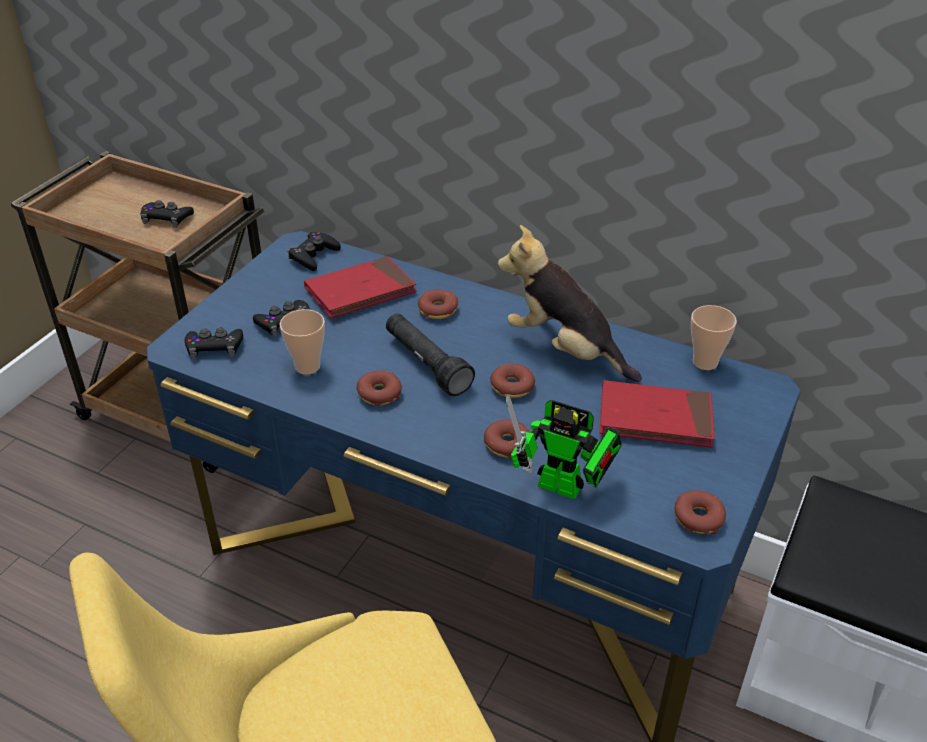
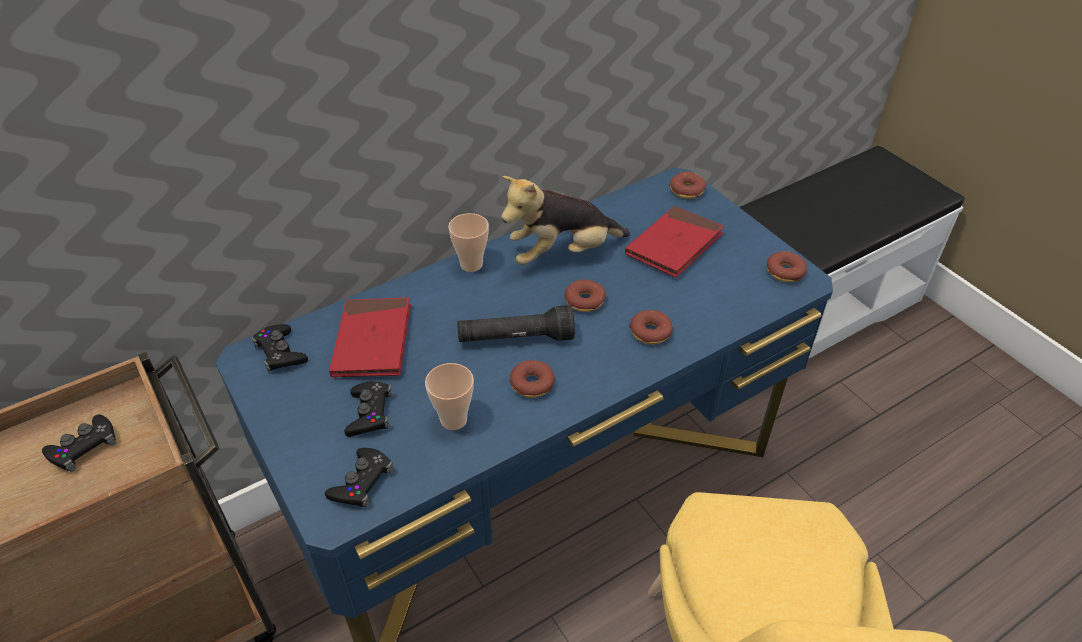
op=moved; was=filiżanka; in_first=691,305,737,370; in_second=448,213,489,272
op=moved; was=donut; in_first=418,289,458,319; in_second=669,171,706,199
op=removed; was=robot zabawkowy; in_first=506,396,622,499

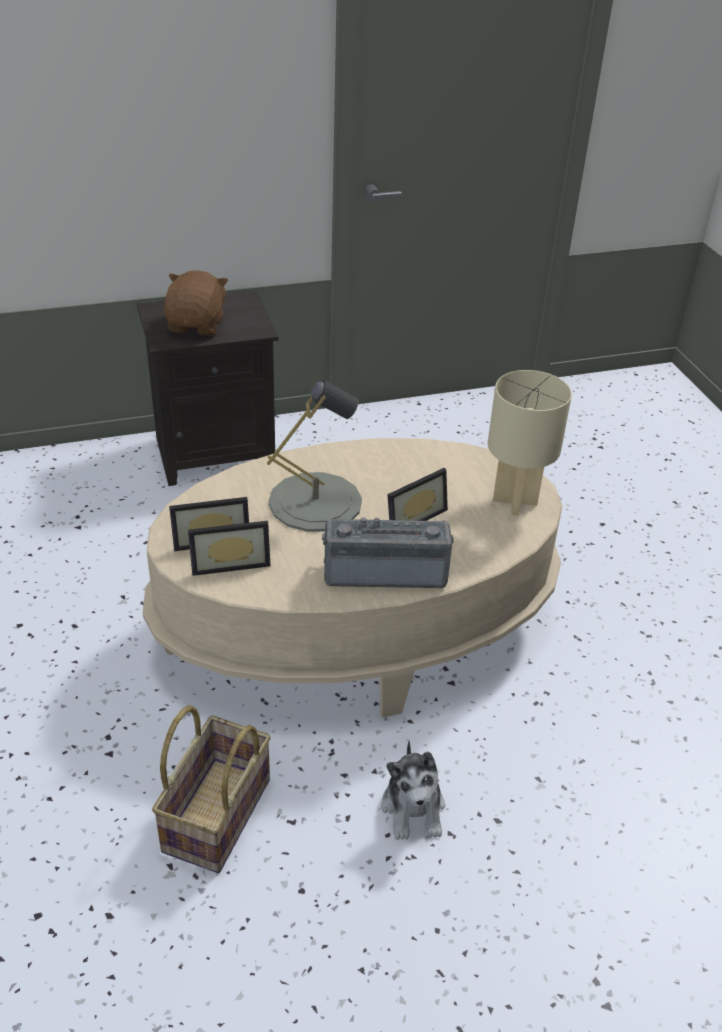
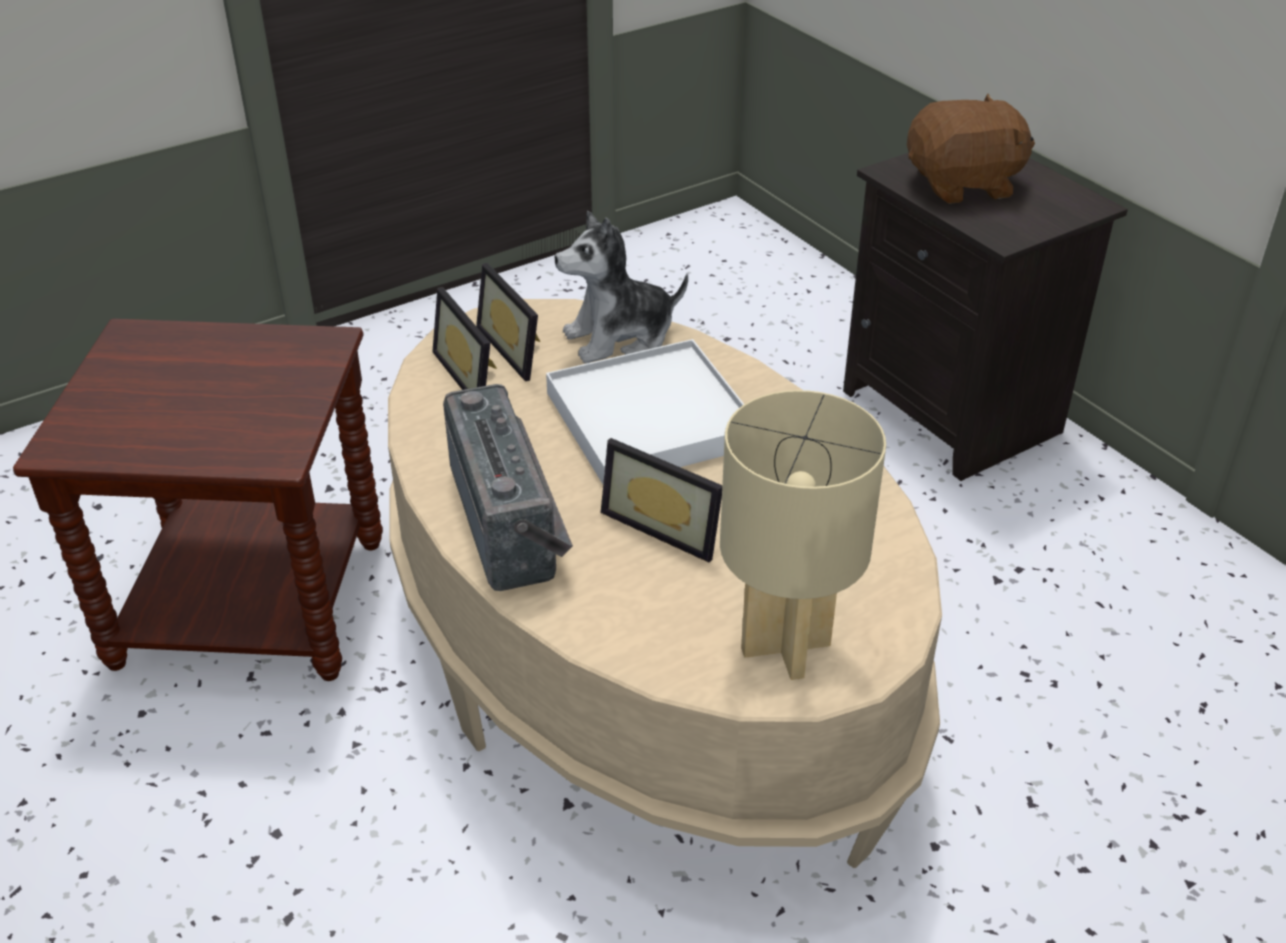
op=replaced; was=koszyk; now=stolik [brązowy]; in_first=152,705,271,873; in_second=13,319,383,681
op=replaced; was=lampa stołowa [szary]; now=taca [biały]; in_first=267,380,362,532; in_second=546,339,744,484
op=moved; was=pluszak; in_first=382,741,445,840; in_second=554,211,688,363

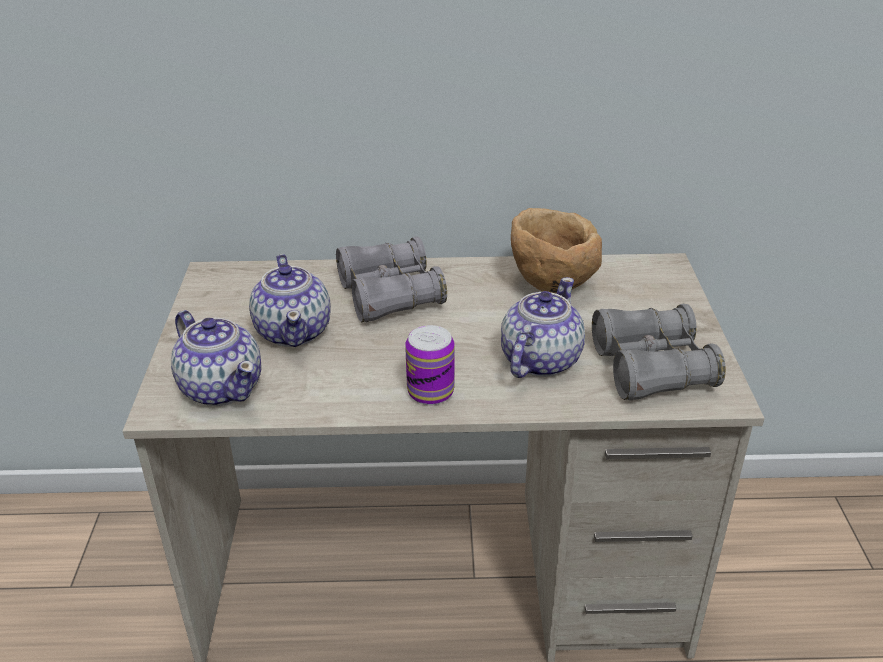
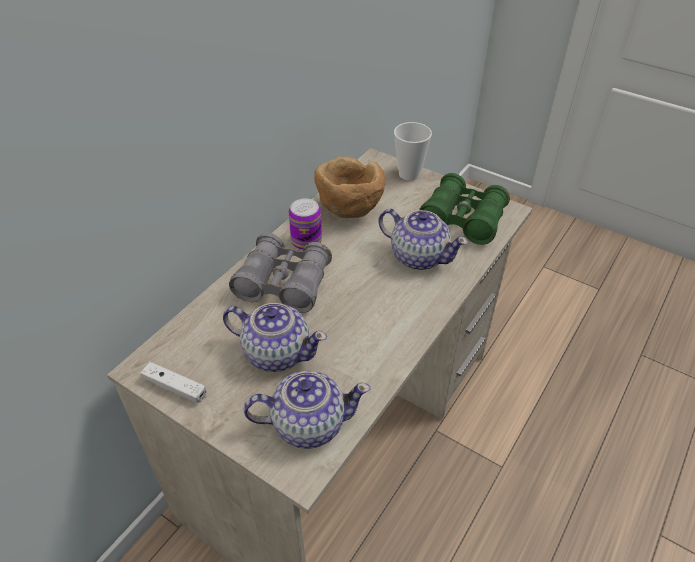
op=added; now=pad do gier [biały]; in_second=140,362,207,403
op=moved; was=puszka; in_first=405,325,454,405; in_second=289,198,322,250
op=turned; was=imbryk; in_first=501,277,585,378; in_second=379,208,468,270; clockwise=150
op=added; now=filiżanka; in_second=394,122,432,181
op=recoloured; was=lornetka [szary]; now=lornetka [zielony]; in_first=592,304,726,401; in_second=419,173,510,245

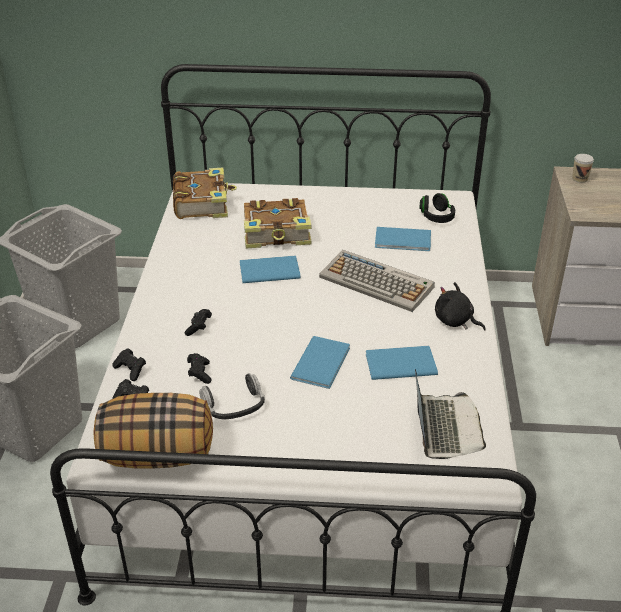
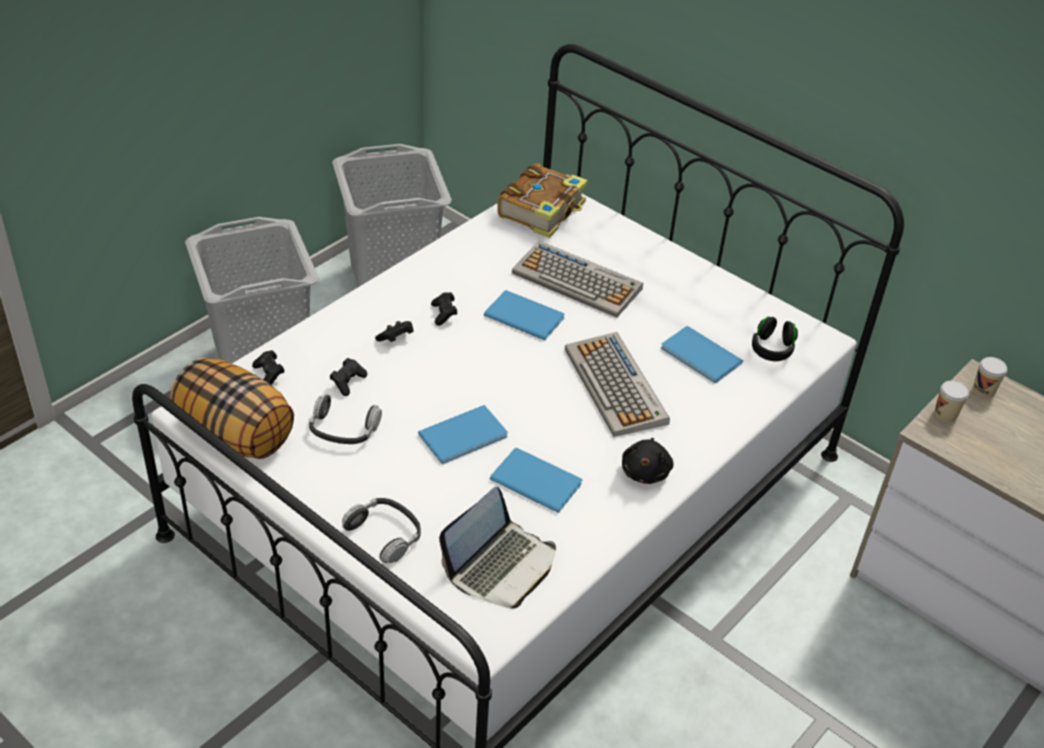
op=added; now=słuchawki; in_second=342,498,421,563
op=moved; was=pad do gier [czarny]; in_first=113,348,146,381; in_second=431,292,458,326
op=replaced; was=książka; now=klawiatura; in_first=244,198,311,248; in_second=512,241,643,318
op=turned; was=pluszak [czarny]; in_first=435,282,486,331; in_second=622,438,674,484; clockwise=-150
op=added; now=filiżanka; in_second=934,381,969,422

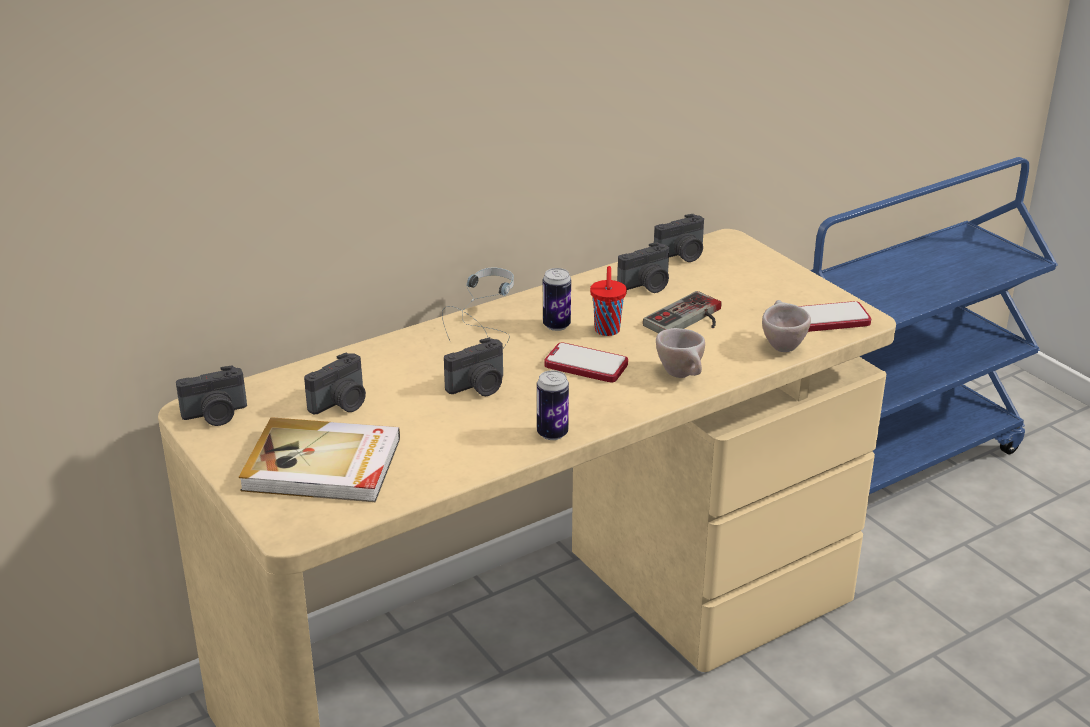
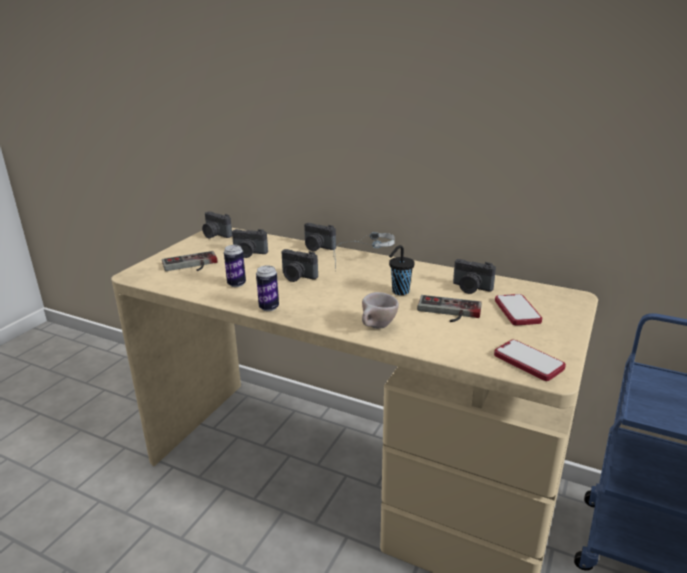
op=replaced; was=książka; now=pad do gier; in_first=239,417,400,502; in_second=162,251,218,271
op=moved; was=puszka; in_first=543,268,571,331; in_second=224,245,246,287
op=moved; was=aparat fotograficzny; in_first=654,214,704,262; in_second=304,223,336,251
op=recoloured; was=filiżanka [czerwony]; now=filiżanka [czarny]; in_first=590,266,627,336; in_second=389,245,415,295
op=moved; was=telefon; in_first=544,342,628,383; in_second=495,294,542,325
op=removed; was=filiżanka [beżowy]; in_first=762,300,811,352

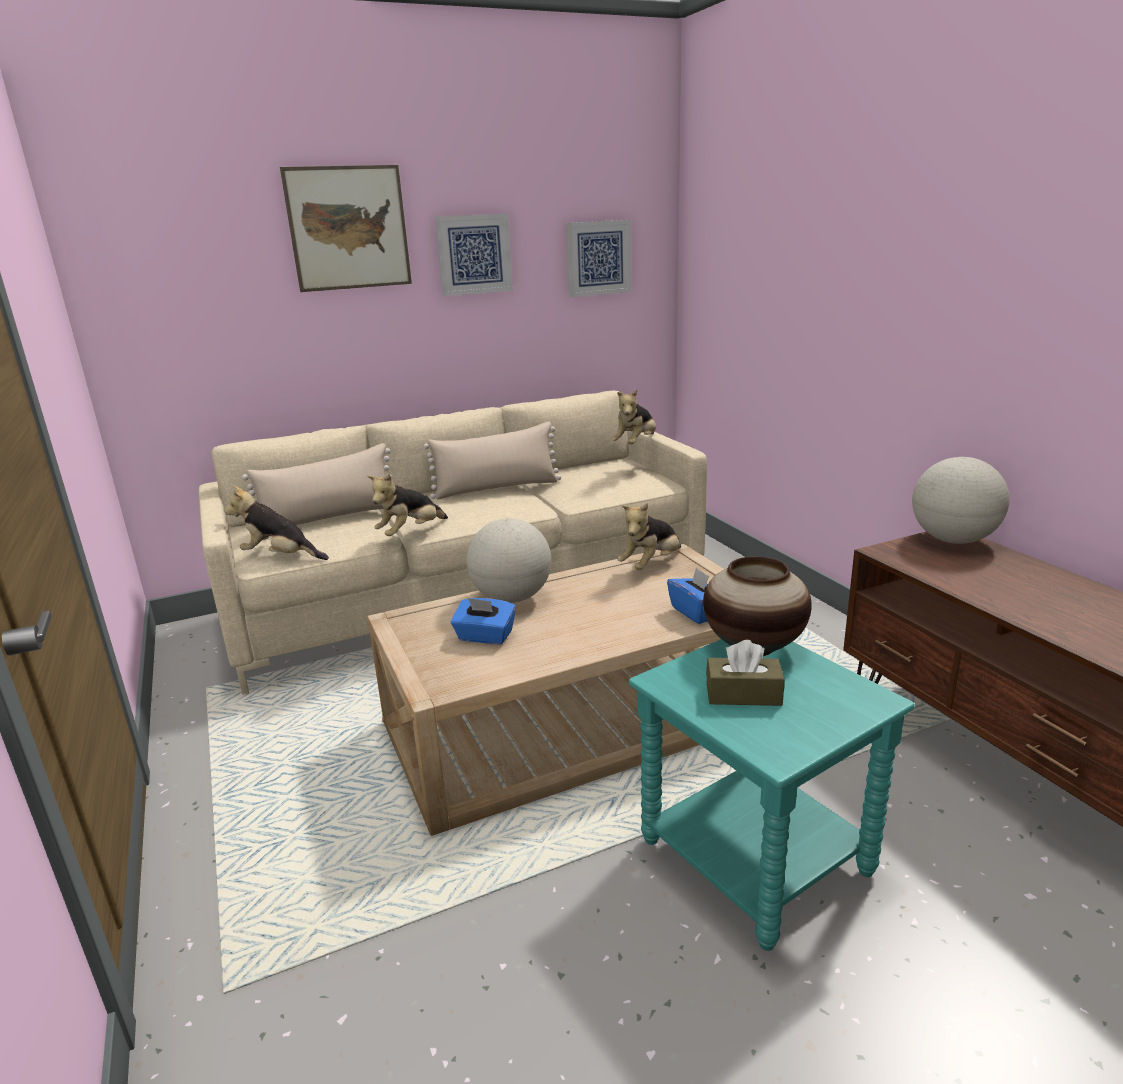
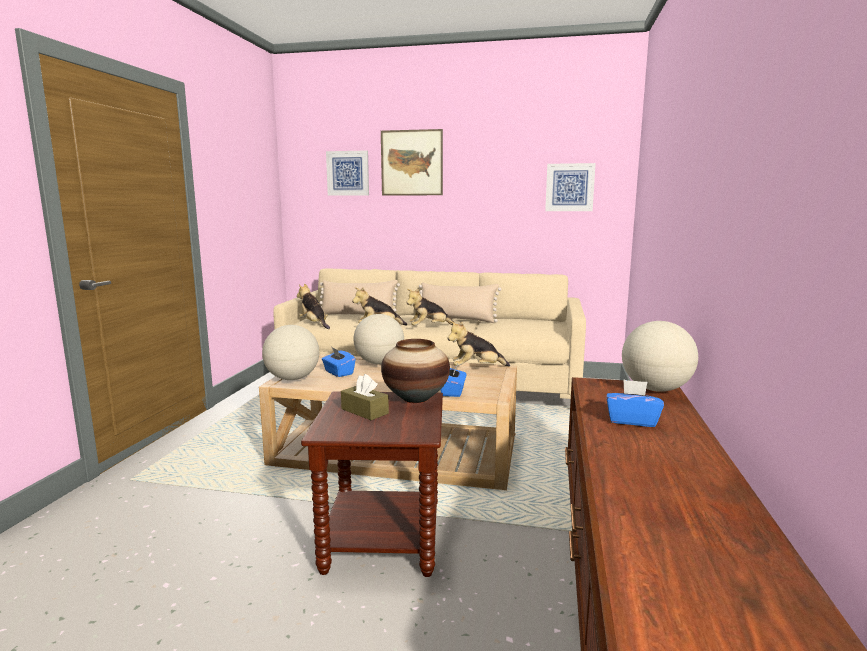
op=added; now=globus; in_second=262,325,319,380
op=recoloured; was=stolik [turkusowy]; now=stolik [brązowy]; in_first=629,639,915,951; in_second=301,391,443,577
op=moved; was=obraz; in_first=435,213,513,296; in_second=326,150,369,196
op=moved; was=pluszak; in_first=611,389,656,444; in_second=406,289,453,325
op=added; now=pudełko chusteczek [niebieski]; in_second=607,379,664,427

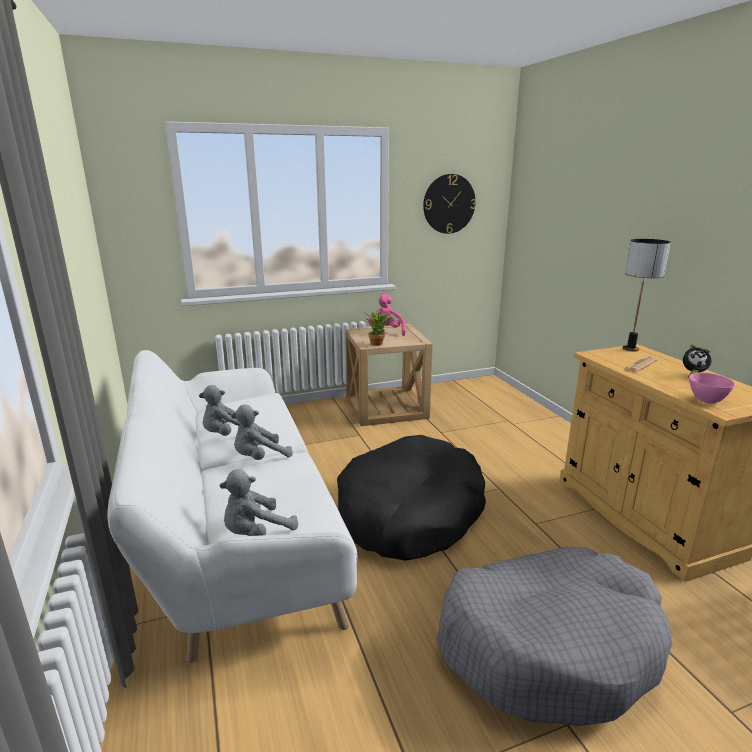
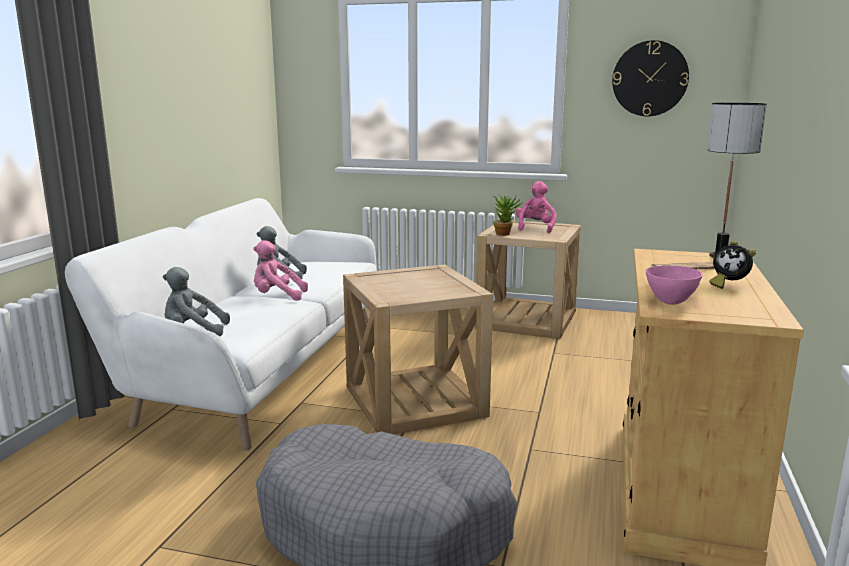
op=recoloured; was=pluszak [szary]; now=pluszak [różowy]; in_first=231,405,293,460; in_second=253,240,308,301
op=replaced; was=legowisko [czarny]; now=stolik [beżowy]; in_first=337,435,486,561; in_second=343,265,493,434

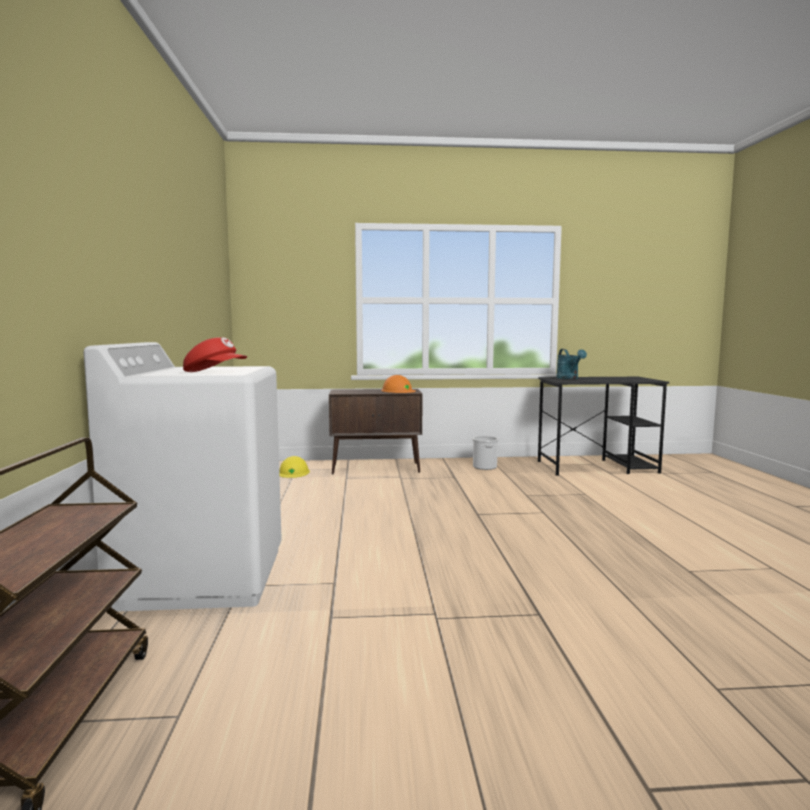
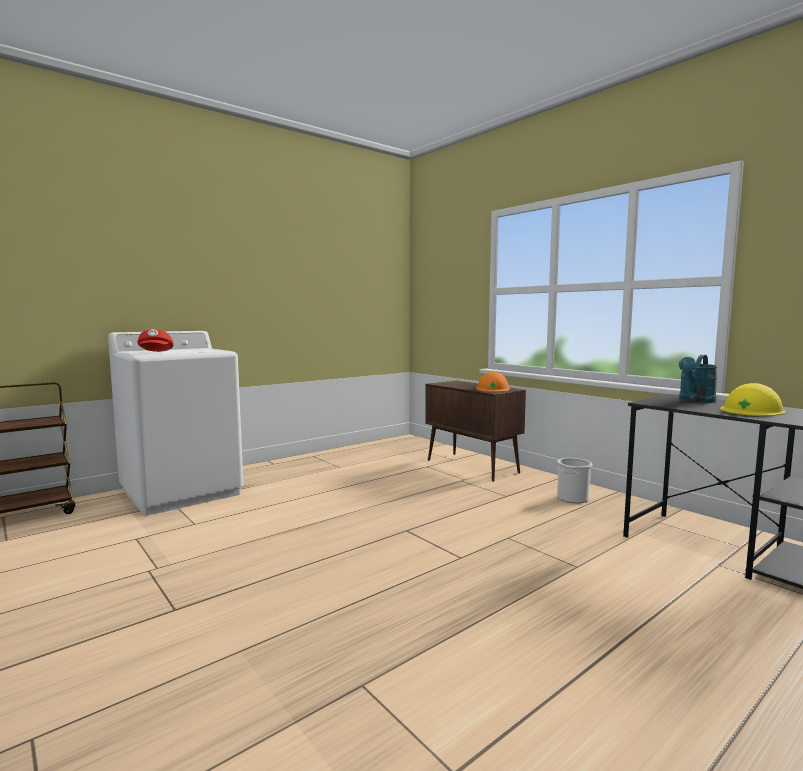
op=moved; was=kask [żółty]; in_first=279,456,310,478; in_second=720,383,785,416

